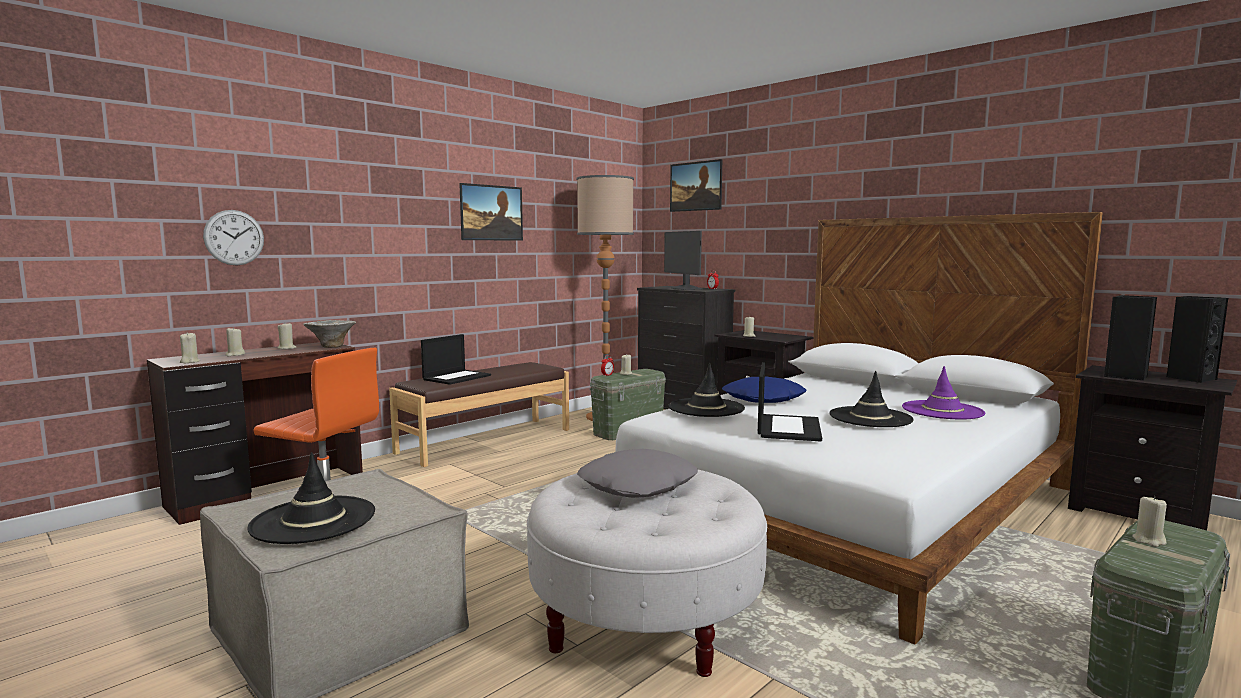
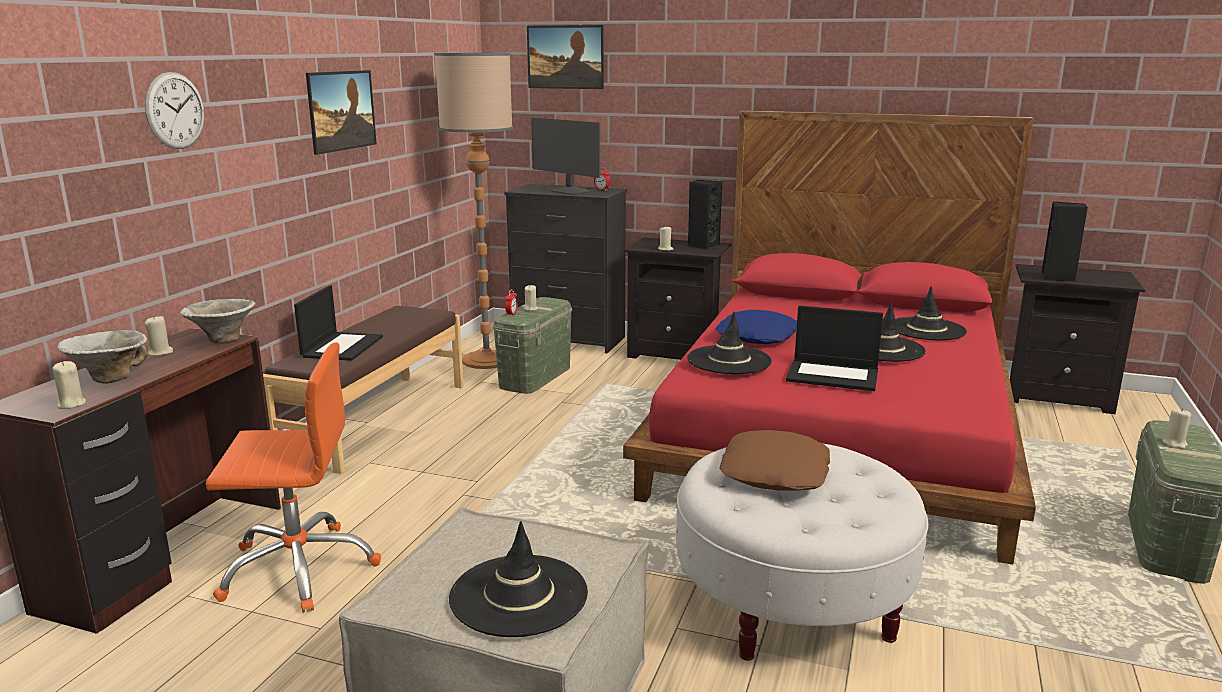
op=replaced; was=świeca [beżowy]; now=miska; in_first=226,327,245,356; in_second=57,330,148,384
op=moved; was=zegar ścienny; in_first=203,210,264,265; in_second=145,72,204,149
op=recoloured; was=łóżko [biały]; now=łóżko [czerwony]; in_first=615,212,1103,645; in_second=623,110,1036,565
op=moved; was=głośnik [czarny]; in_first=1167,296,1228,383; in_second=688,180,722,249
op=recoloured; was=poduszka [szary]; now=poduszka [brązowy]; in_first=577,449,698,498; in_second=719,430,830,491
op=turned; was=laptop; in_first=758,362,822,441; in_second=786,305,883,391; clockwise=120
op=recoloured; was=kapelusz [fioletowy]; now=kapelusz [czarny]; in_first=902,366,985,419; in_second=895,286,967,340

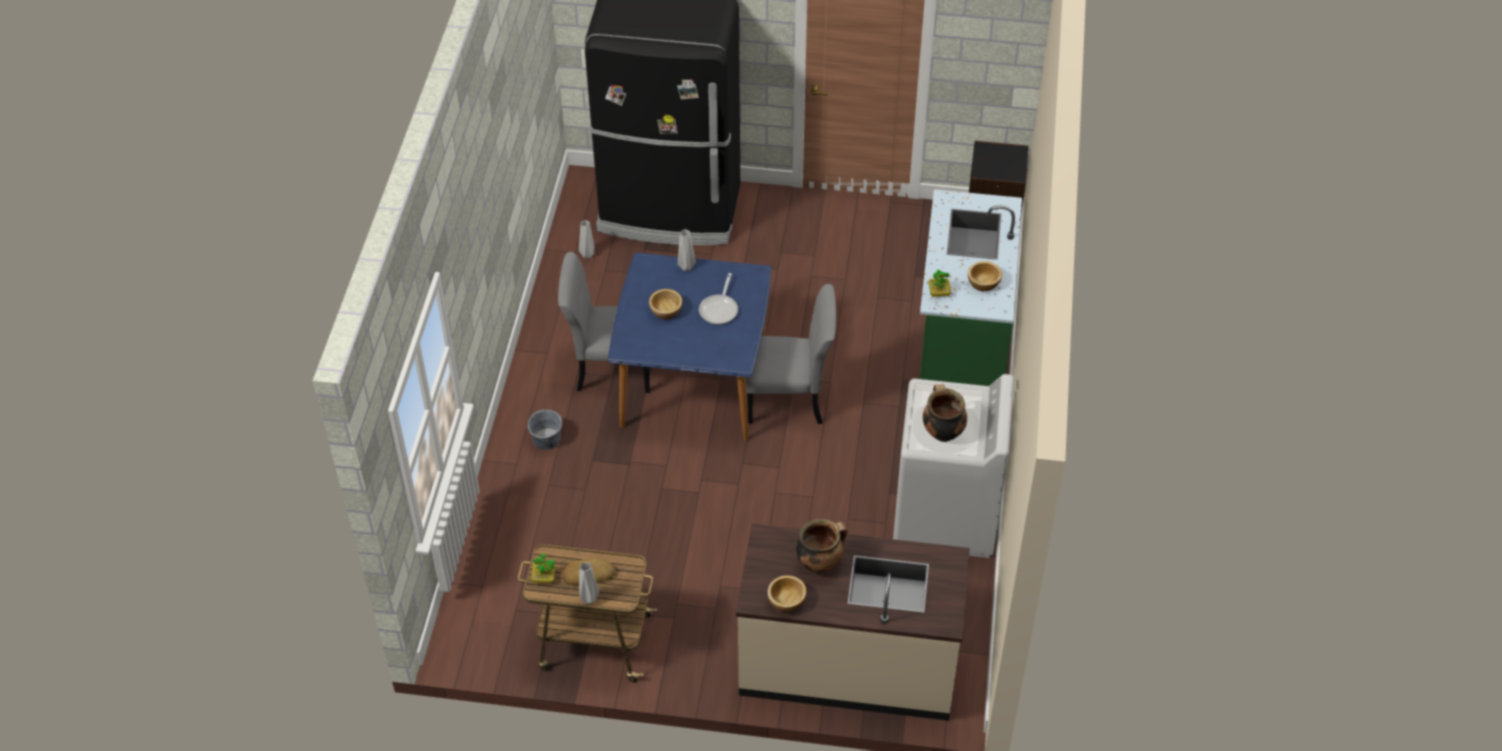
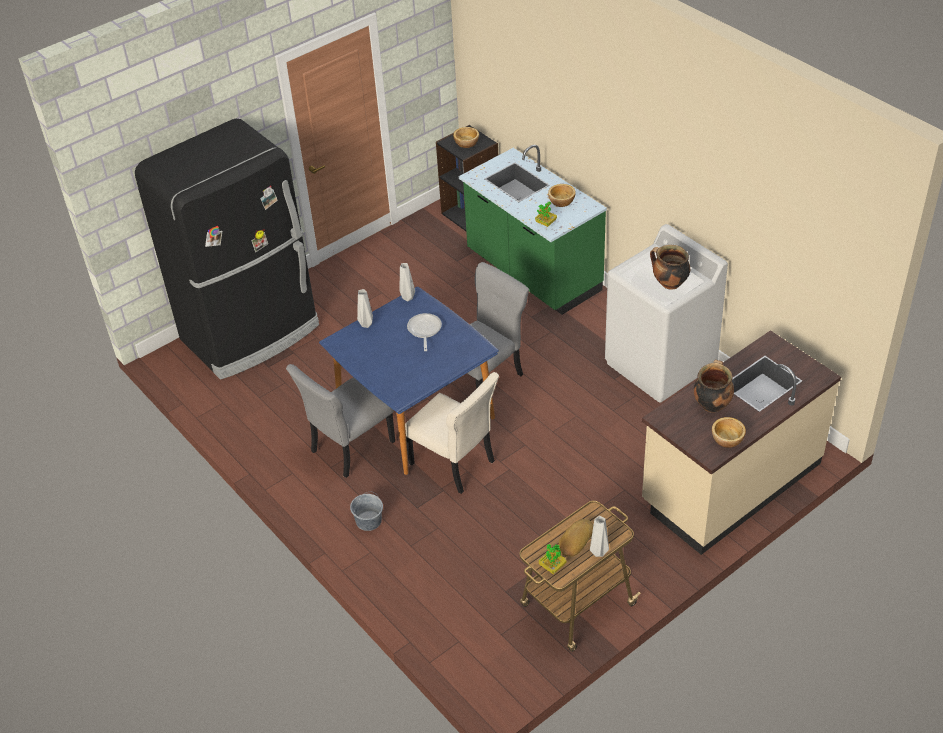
op=moved; was=wazon [szary]; in_first=579,220,595,259; in_second=400,263,415,301
op=added; now=krzesło [beżowy]; in_second=405,372,499,494
op=turned; was=patelnia; in_first=699,273,738,325; in_second=407,313,442,351; clockwise=-150
op=moved; was=miska; in_first=649,289,683,320; in_second=453,127,479,148

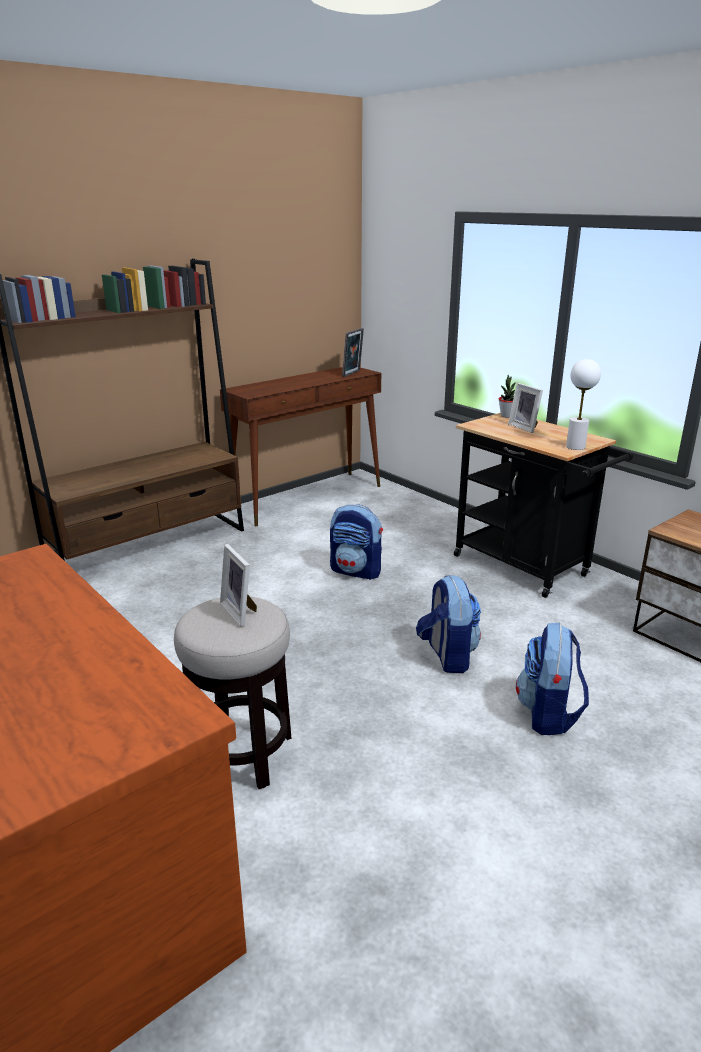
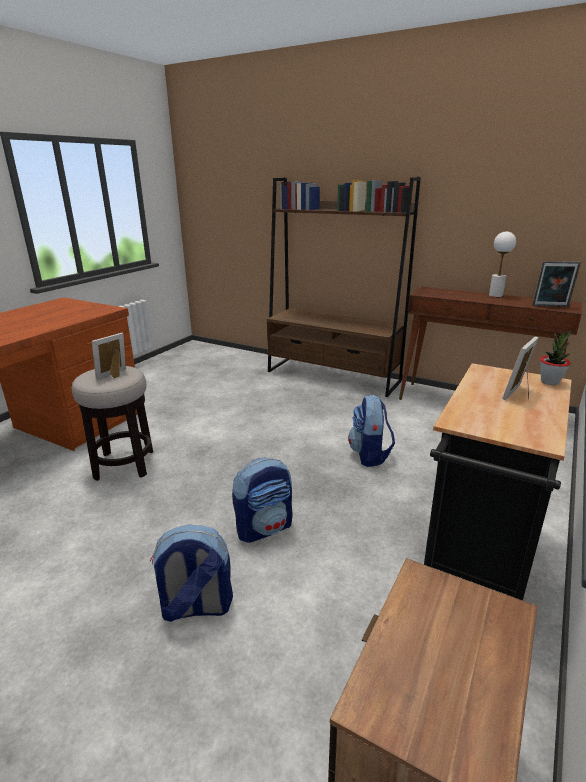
op=moved; was=lampa stołowa [biały]; in_first=566,359,601,450; in_second=489,231,516,297

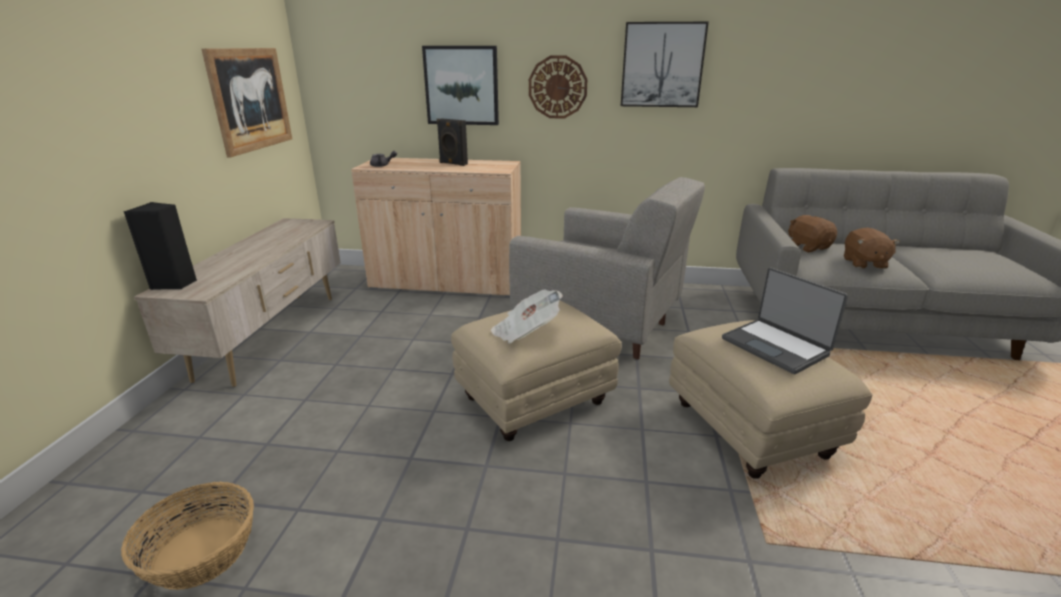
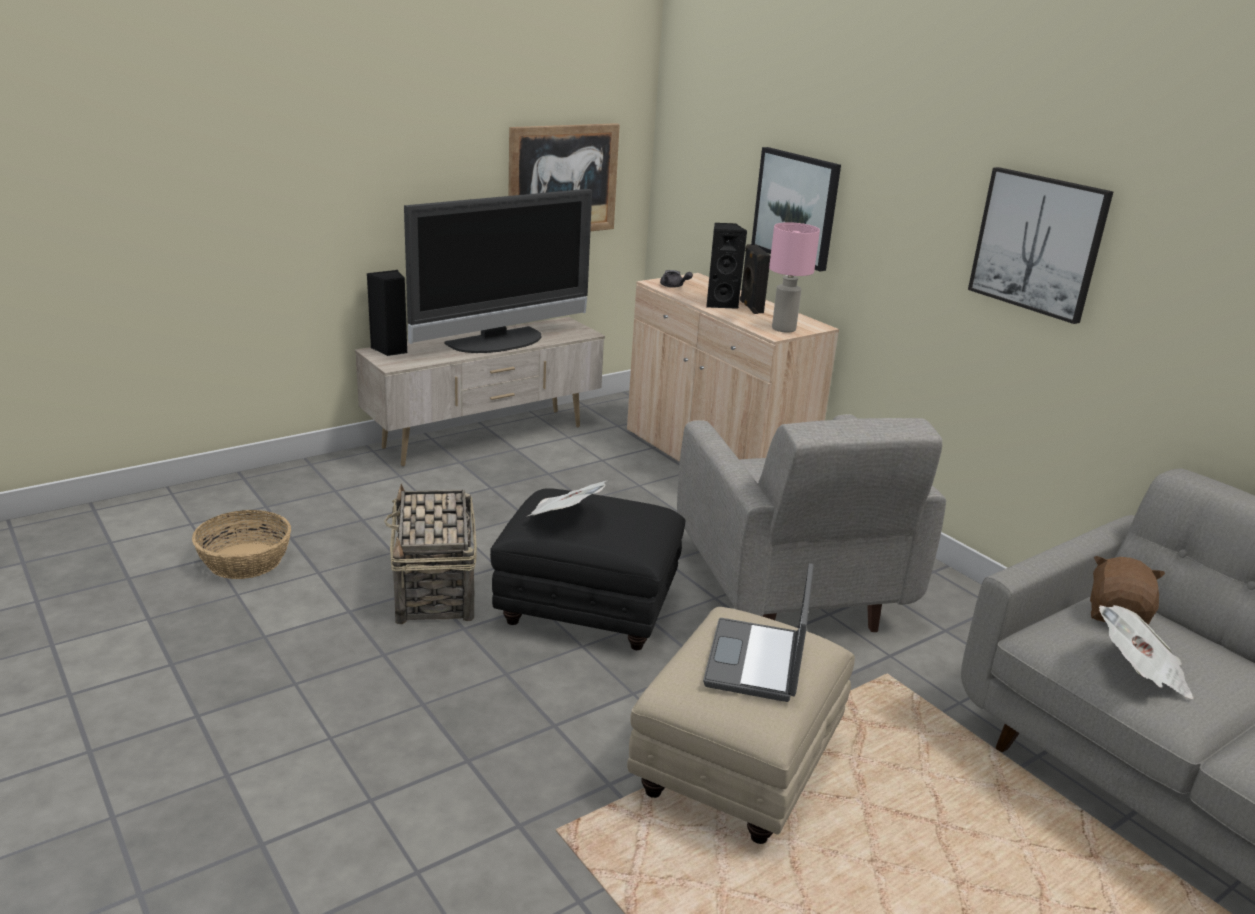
op=added; now=koszyk; in_second=384,484,477,624
op=added; now=telewizor; in_second=404,189,592,353
op=recoloured; was=pufa [beżowy]; now=pufa [czarny]; in_first=451,300,622,441; in_second=490,488,685,650
op=added; now=głośnik [czarny]; in_second=706,223,747,309
op=added; now=lampa stołowa [różowy]; in_second=769,222,820,332
op=replaced; was=pluszak [brązowy]; now=gazeta; in_first=844,227,900,269; in_second=1099,605,1194,699
op=removed; was=zegar ścienny; in_first=529,55,588,119

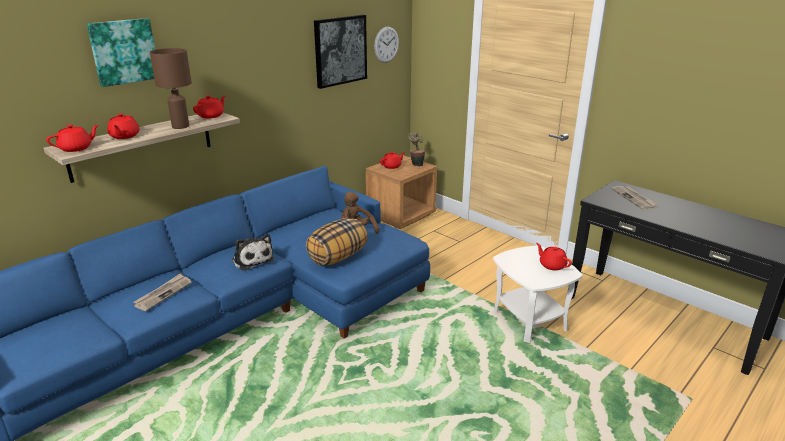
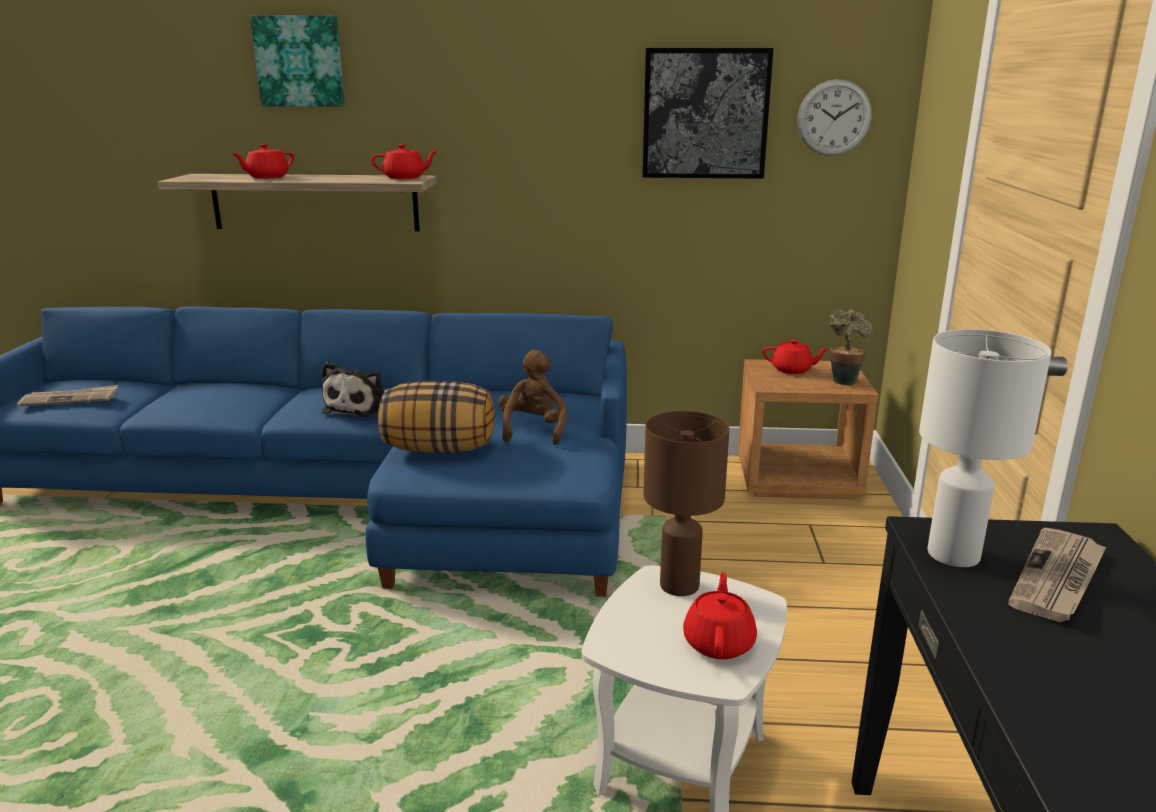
op=moved; was=gazeta; in_first=134,274,192,311; in_second=17,385,118,406
op=moved; was=lampa stołowa [brązowy]; in_first=150,48,192,129; in_second=644,411,730,596
op=added; now=lampa stołowa [biały]; in_second=919,329,1052,567
op=removed; was=imbryk [czerwony]; in_first=46,125,99,152

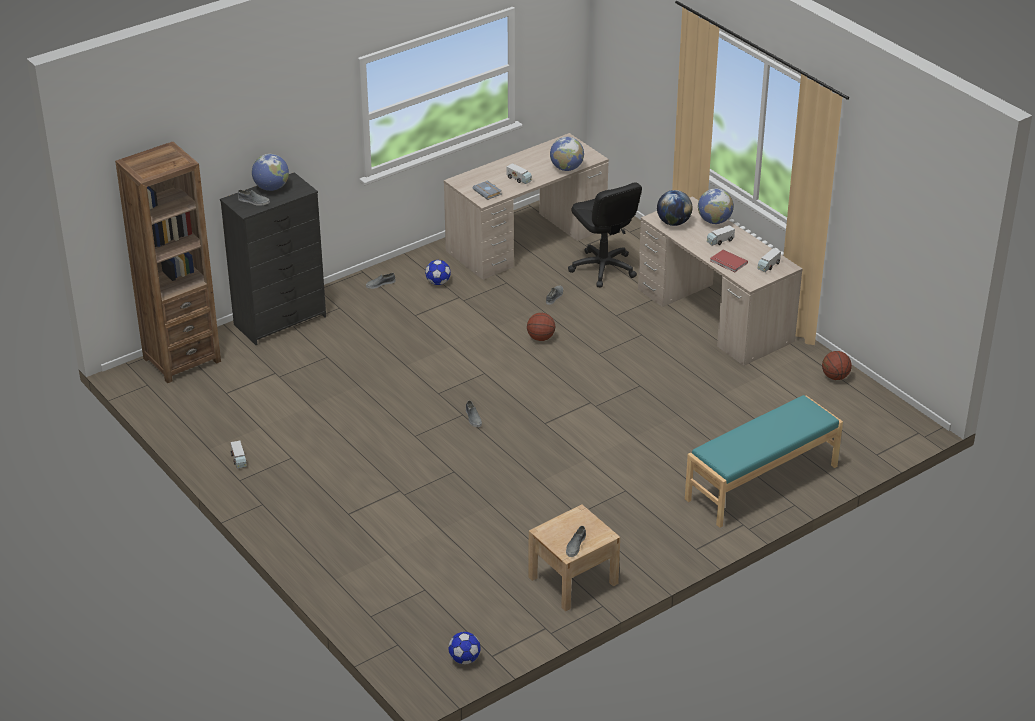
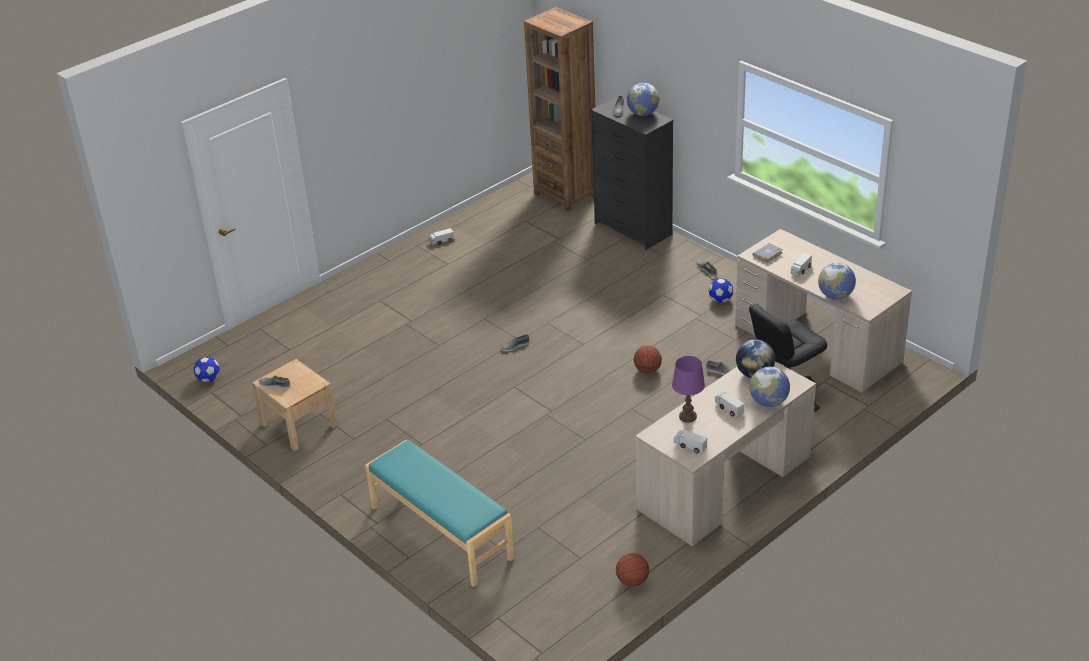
op=replaced; was=książka [czerwony]; now=lampa stołowa [fioletowy]; in_first=710,250,748,272; in_second=672,356,705,423

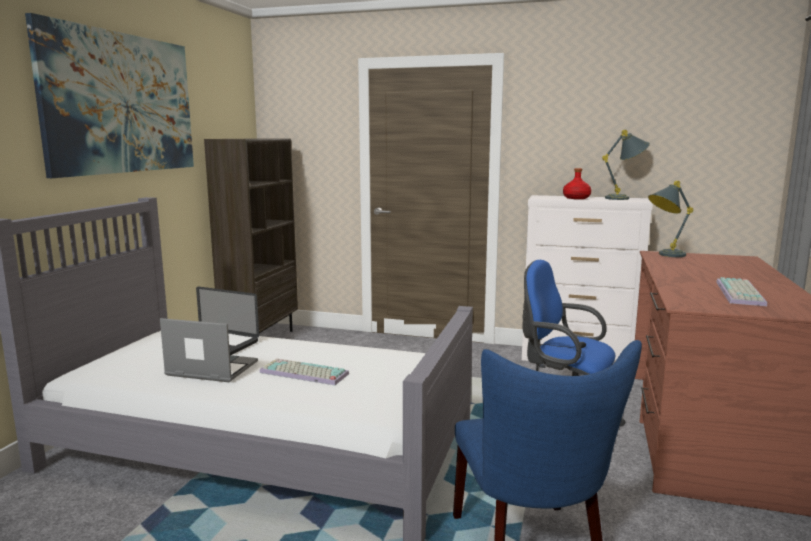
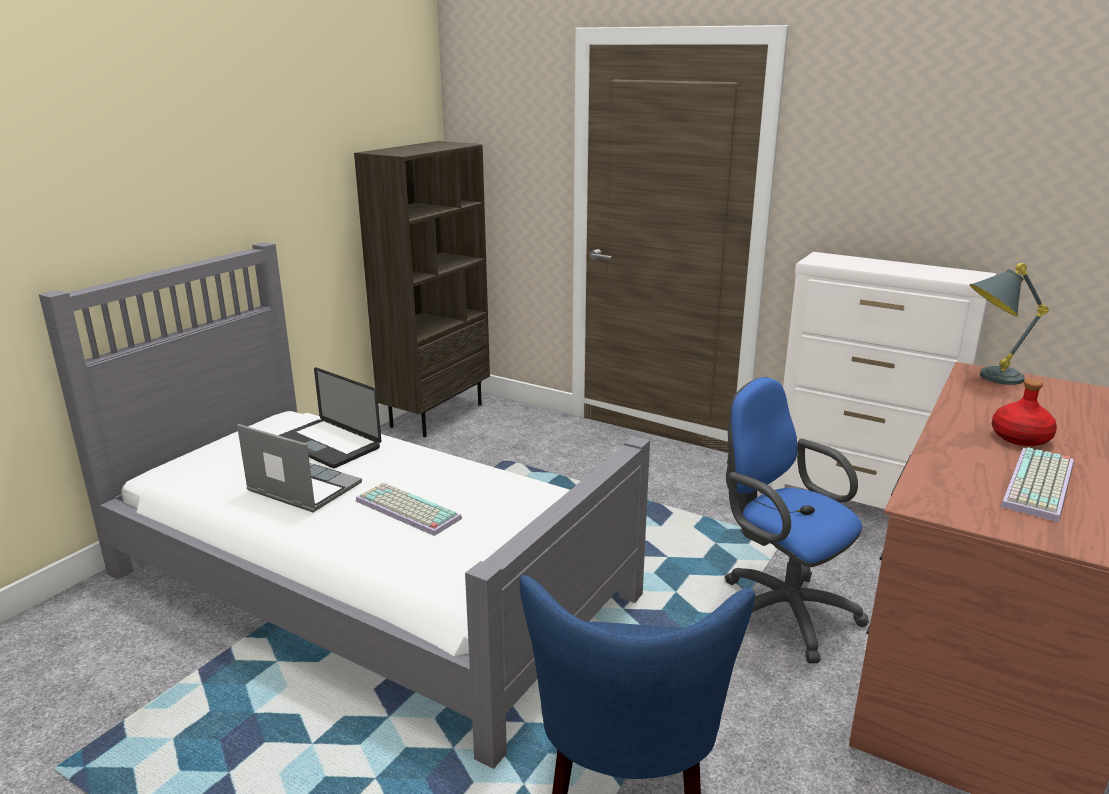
op=moved; was=butelka [czerwony]; in_first=563,168,591,199; in_second=992,379,1057,446
op=removed; was=obraz; in_first=25,13,194,178
op=removed; was=lampa stołowa [szary]; in_first=602,130,650,200

